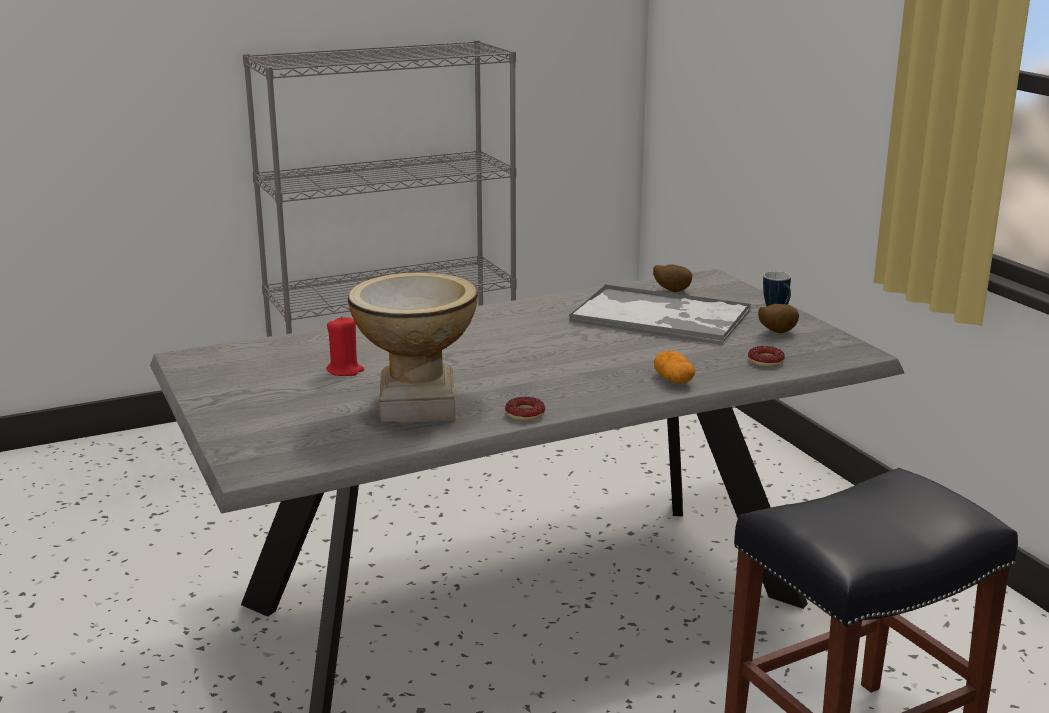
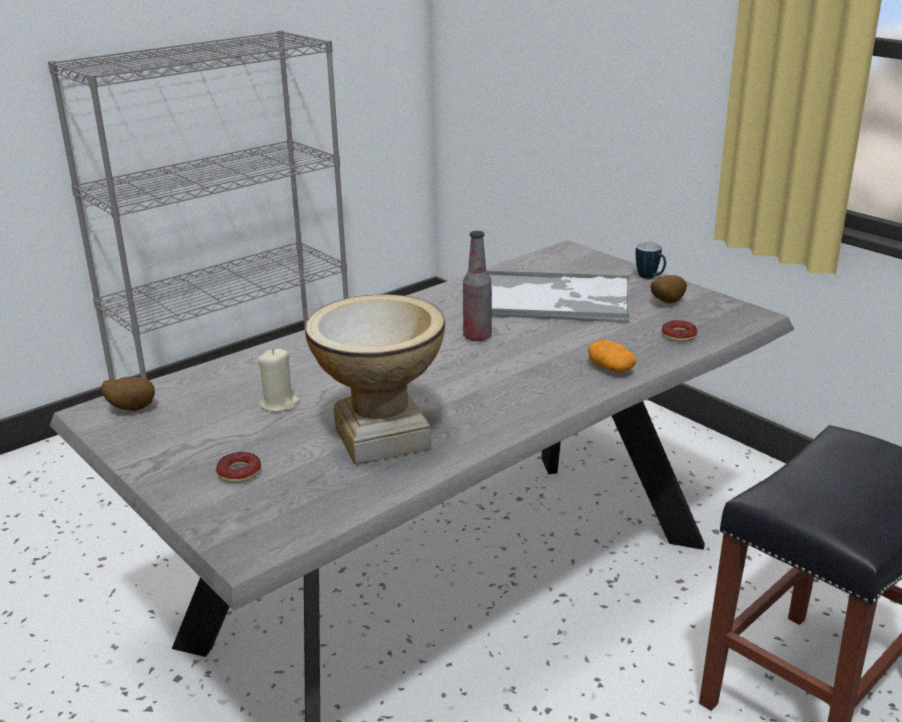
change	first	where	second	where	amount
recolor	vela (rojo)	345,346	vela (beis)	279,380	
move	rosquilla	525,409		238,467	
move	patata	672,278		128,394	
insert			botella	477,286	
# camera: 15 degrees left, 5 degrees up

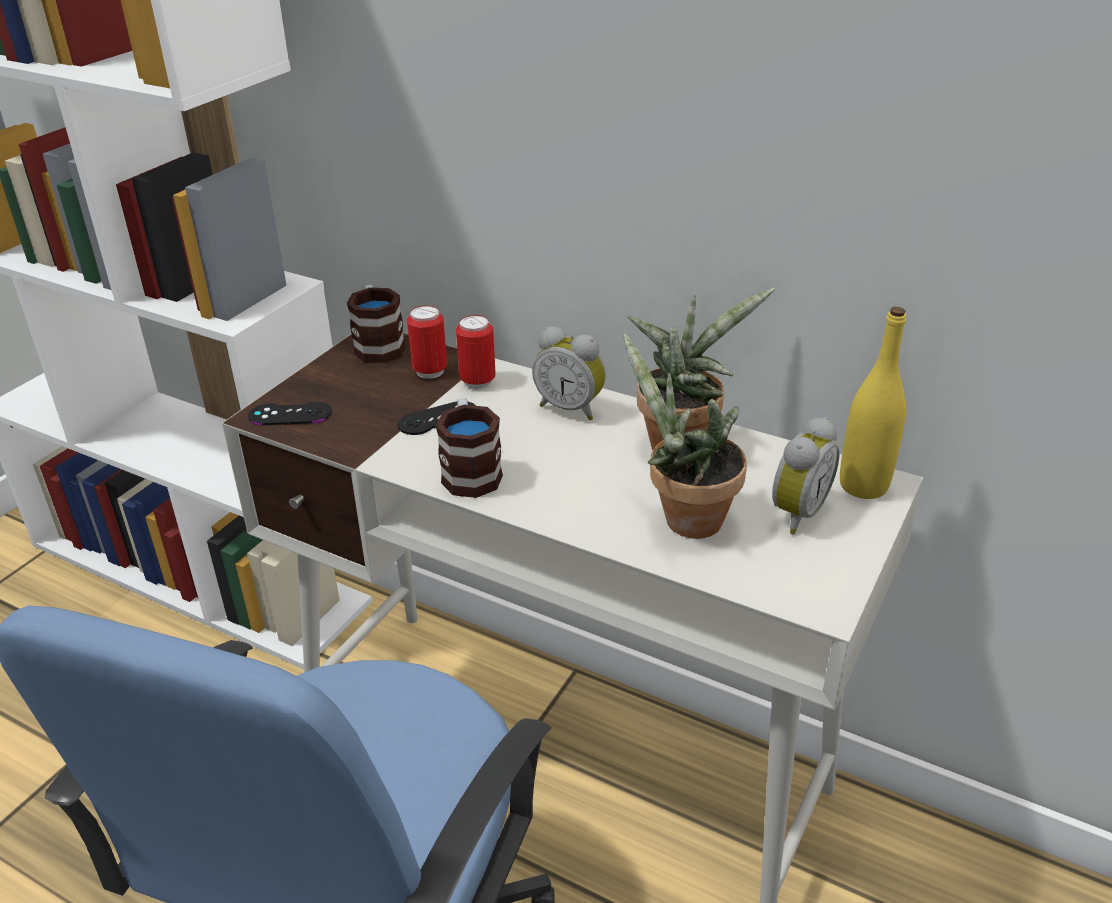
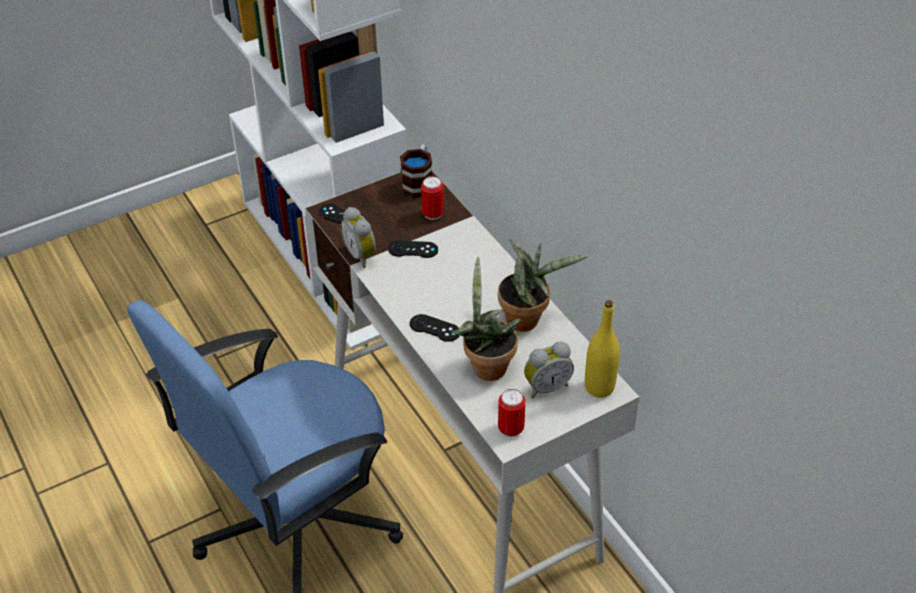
change	first	where	second	where	amount
delete	taza grande	469,448			
move	lata	476,352		512,413	
move	despertador	569,373		358,237	
insert			mando de consola (negro)	435,328	
# camera: 30 degrees right, 10 degrees up

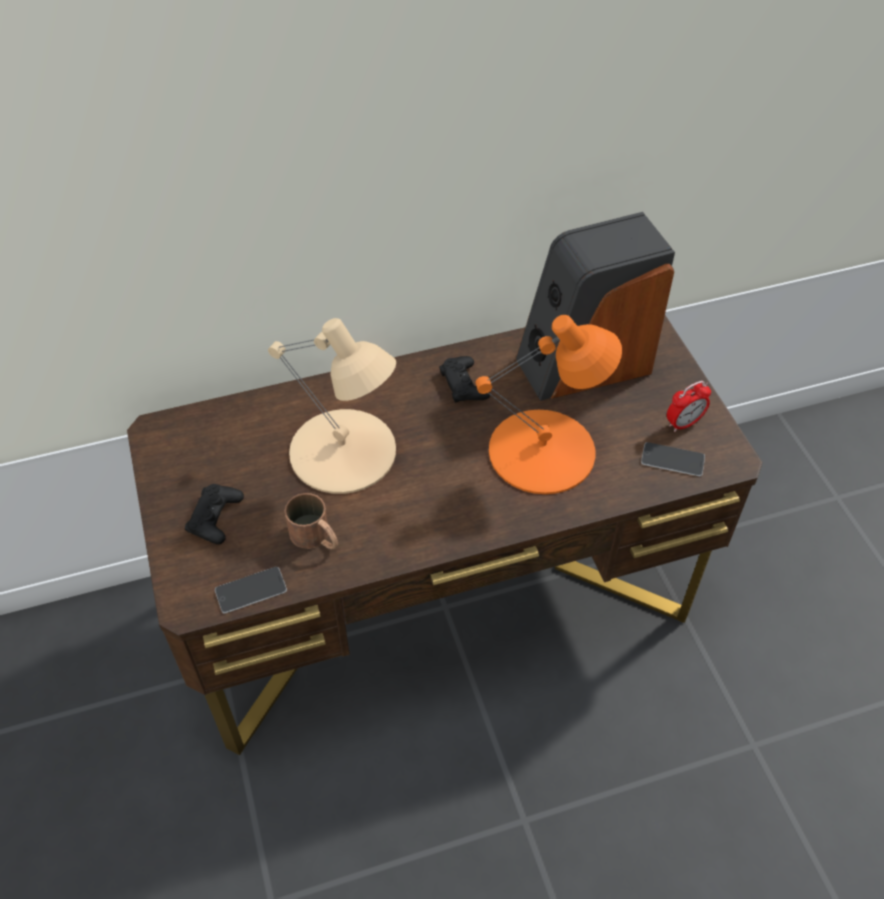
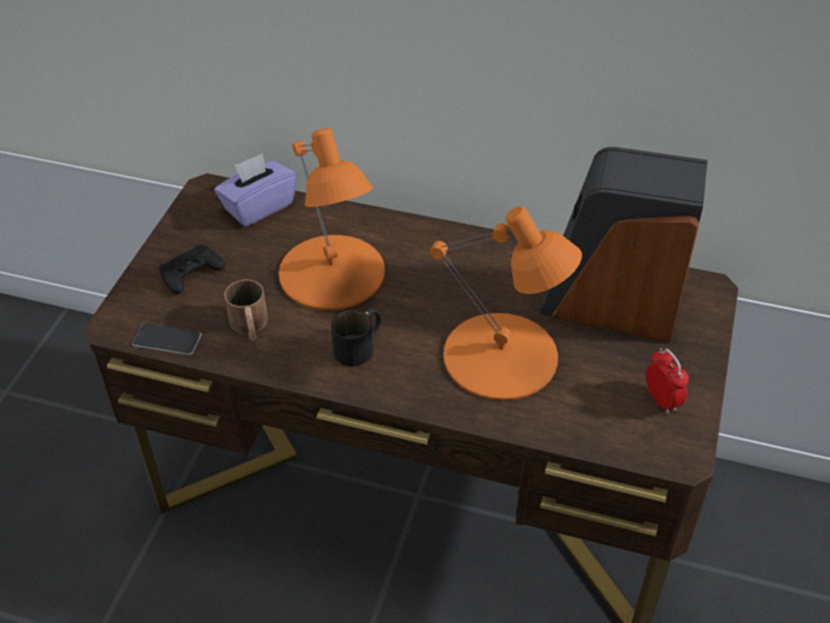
change	first	where	second	where	amount
recolor	lámpara de mesa (beis)	332,406	lámpara de mesa (naranja)	332,219	
delete	mando de consola (negro)	464,379			
delete	móvil	673,459			
rotate	despertador	689,406		667,381	120 degrees counterclockwise
insert			caja de pañuelos (morado)	255,190	
insert			taza grande (negro)	356,337	
# camera: 35 degrees right, 5 degrees down

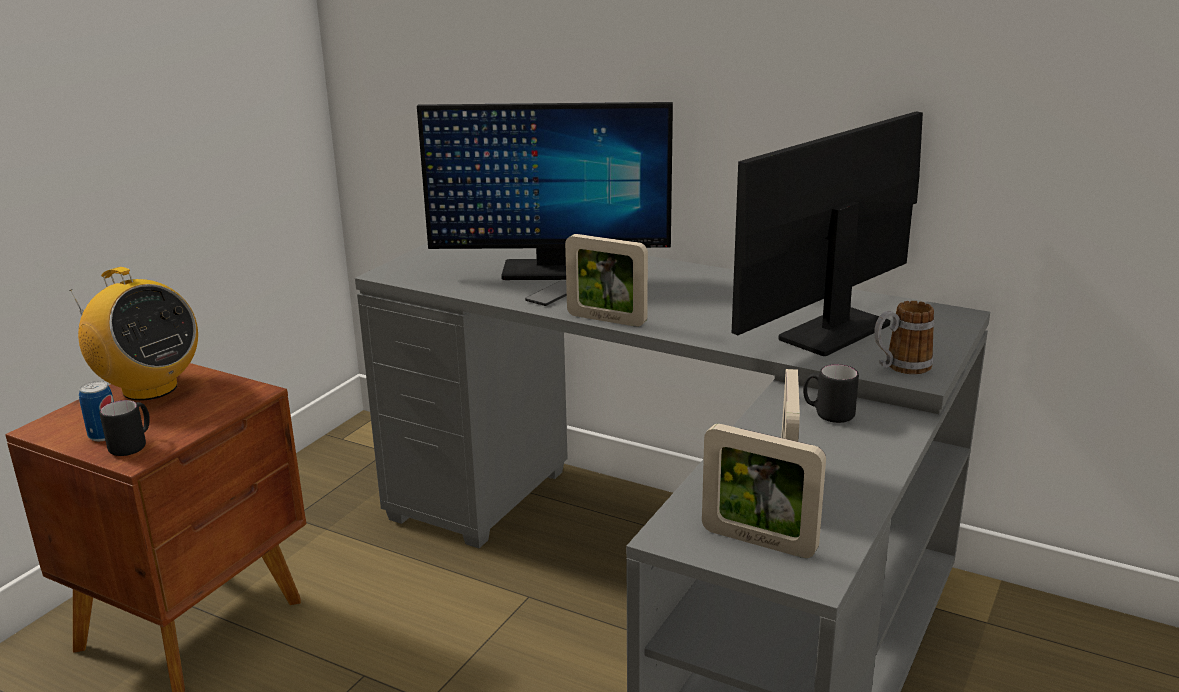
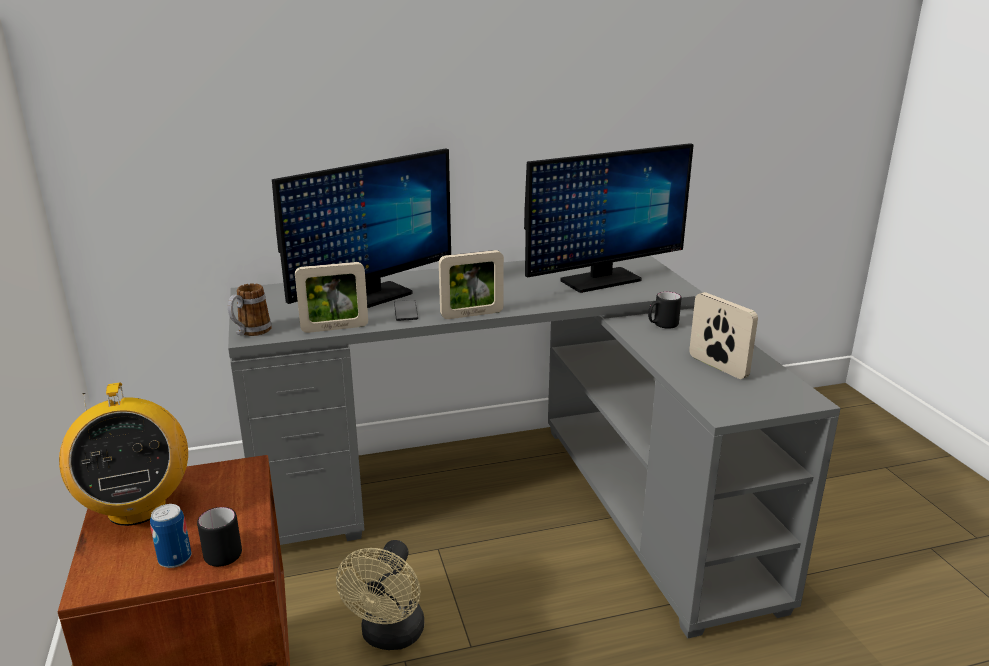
change	first	where	second	where	amount
rotate	radio	133,334		123,454	75 degrees clockwise
move	portarretratos	764,491		331,297	
rotate	monitor	827,233		609,218	120 degrees counterclockwise
move	taza grande	904,337		250,309	
insert			ventilador (beis)	380,595	
# camera: 45 degrees left, 0 degrees up

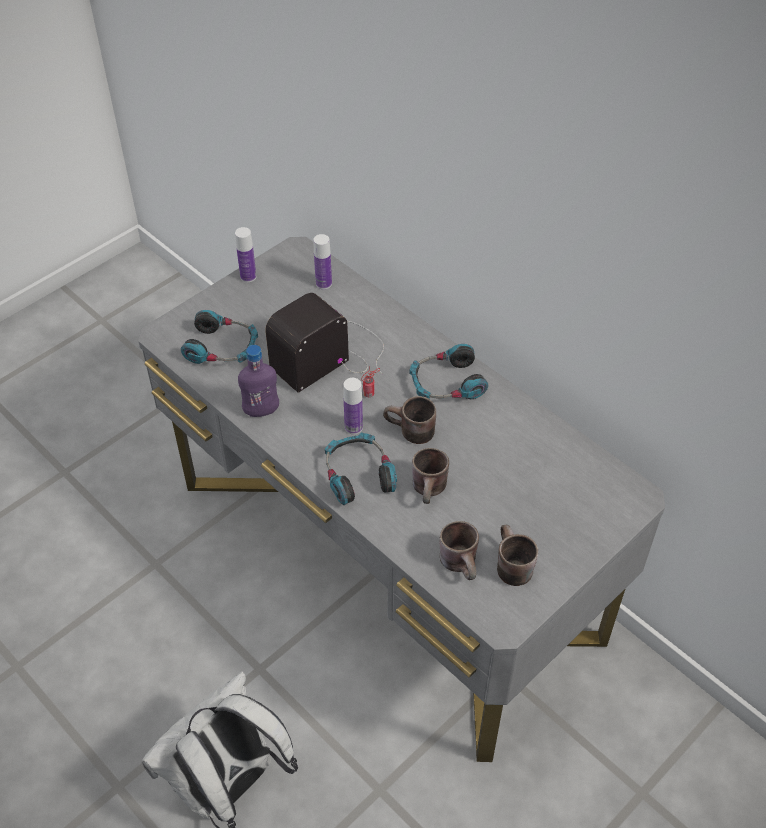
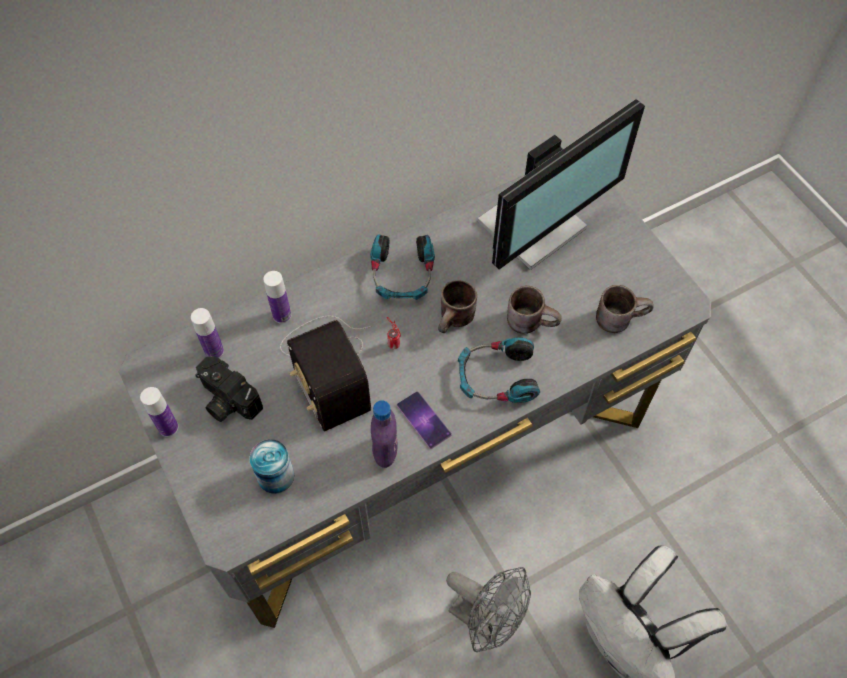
change	first	where	second	where	amount
replace	auriculares	219,337	lata	271,466	
move	botella	353,406		277,297	
delete	taza grande (marrón)	517,555			
insert			cámara	229,389	
insert			móvil	424,420	
insert			ventilador (gris)	488,609	
insert			monitor	561,184	
# camera: 75 degrees left, 10 degrees up

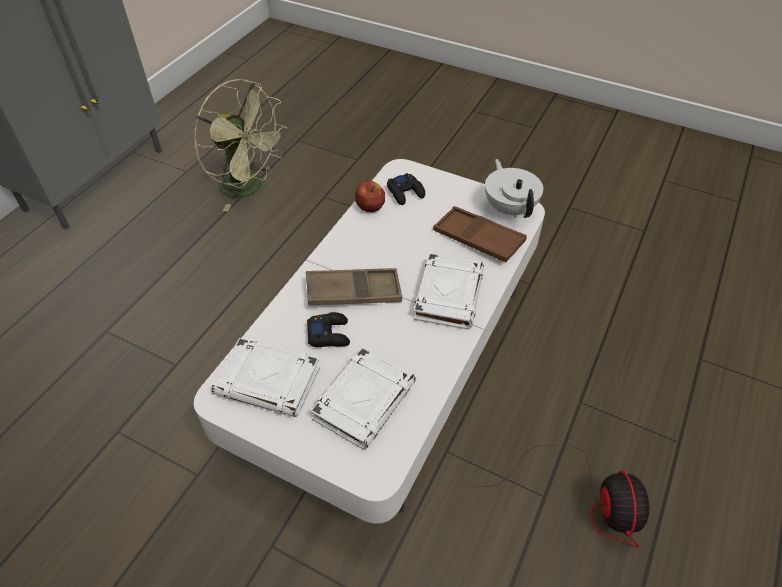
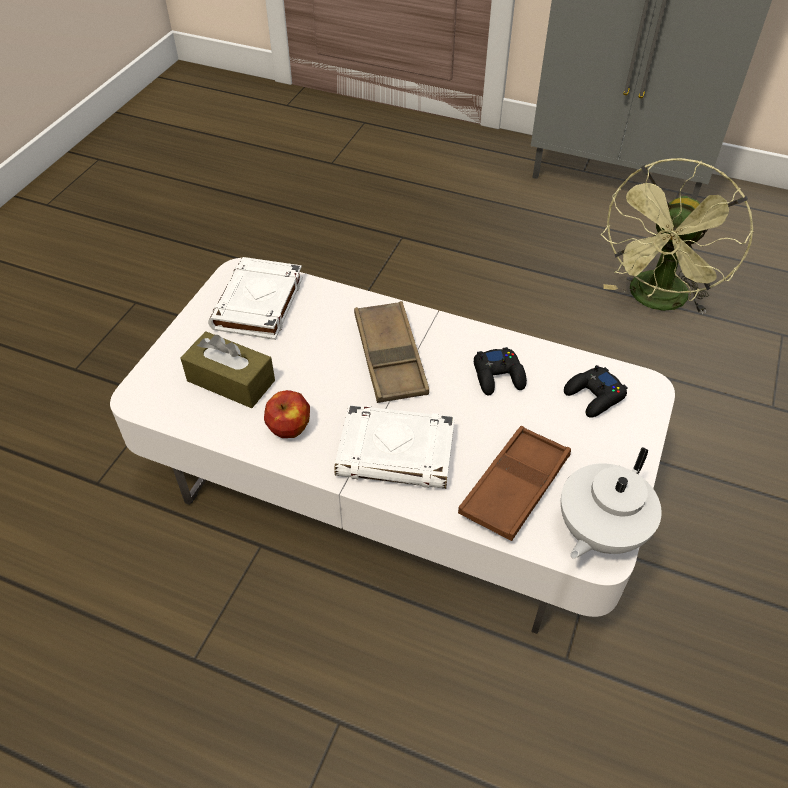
change	first	where	second	where	amount
move	mando de consola (negro)	328,329		500,371	
replace	libro (blanco)	363,398	caja de pañuelos (marrón)	228,369	
move	manzana	370,196		287,414	
delete	ventilador	562,496			
rotate	tetera (blanco)	514,188		611,503	150 degrees clockwise
# camera: 85 degrees right, 0 degrees up

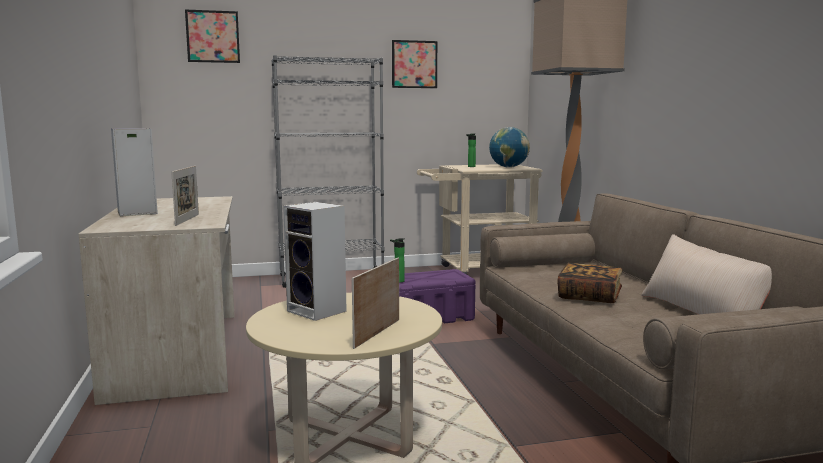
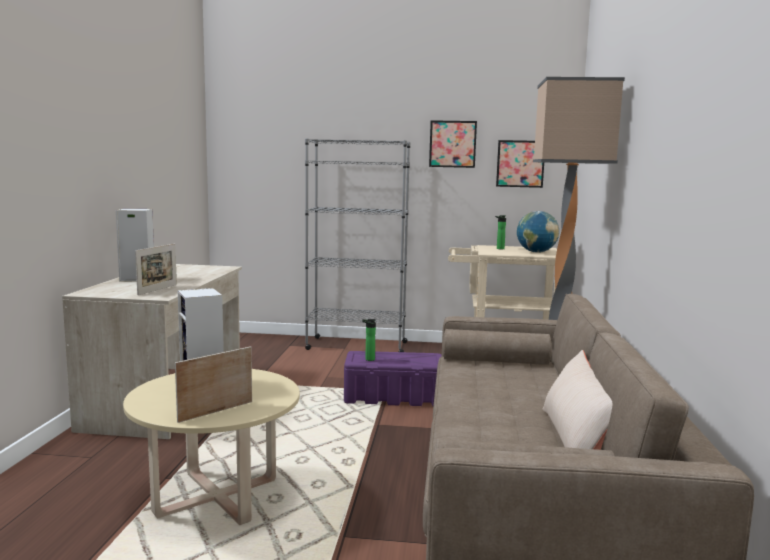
change	first	where	second	where	amount
move	cuadro	212,36		520,164	
delete	libro	589,283			
# camera: 20 degrees right, 0 degrees up

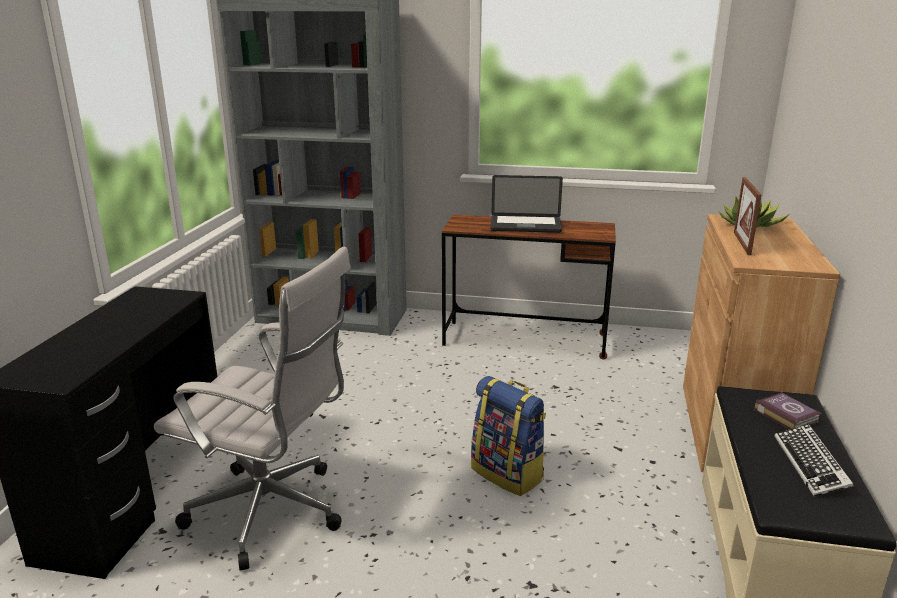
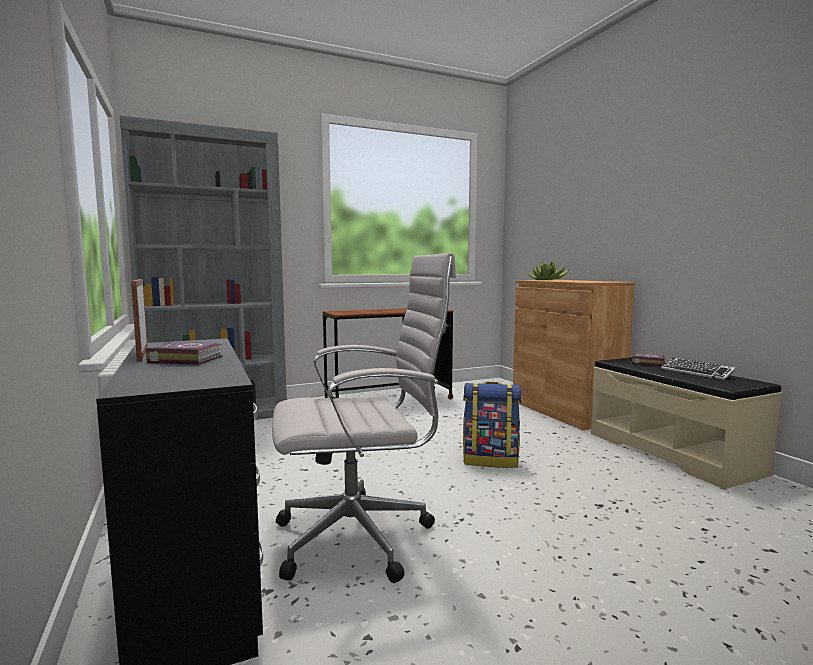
change	first	where	second	where	amount
delete	portátil	526,204			
move	portarretratos	747,216		139,320	
insert			libro	184,353	
# camera: 35 degrees left, 15 degrees down

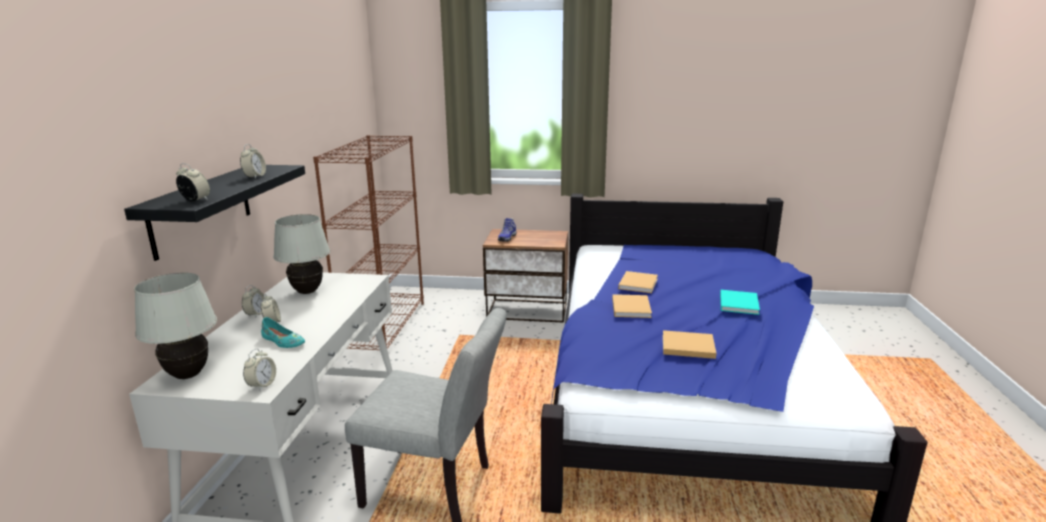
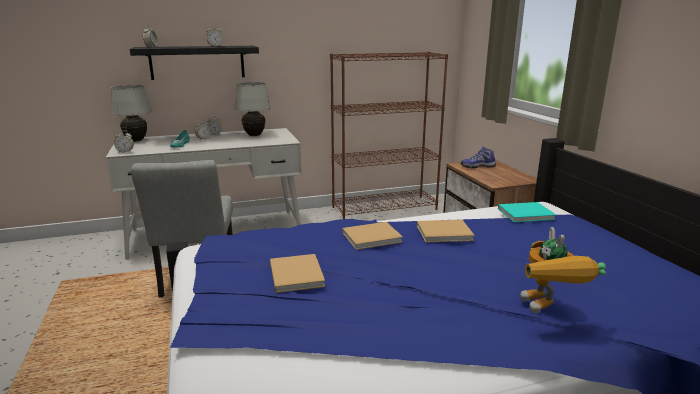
change	first	where	second	where	amount
move	libro (turquesa)	740,302		527,212	
insert			robot de juguete	563,270	
# camera: 65 degrees right, 0 degrees up

